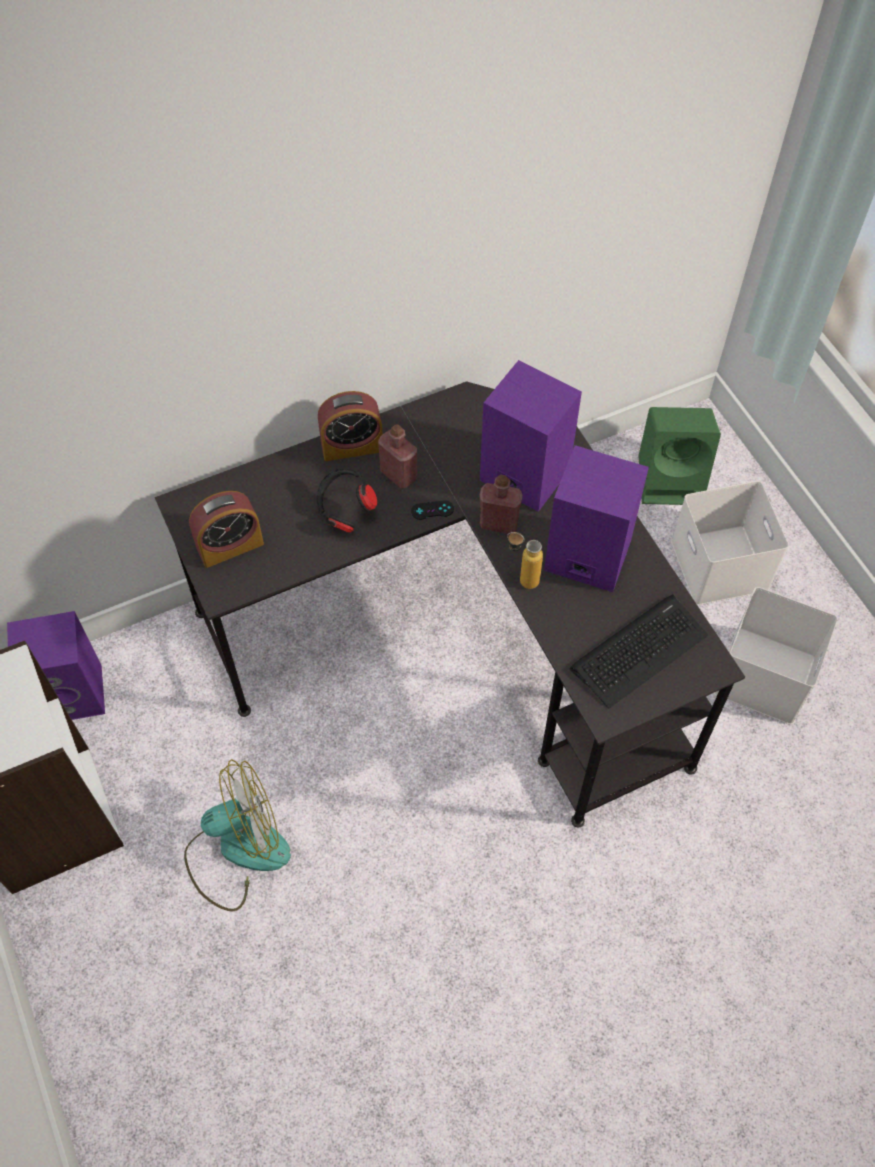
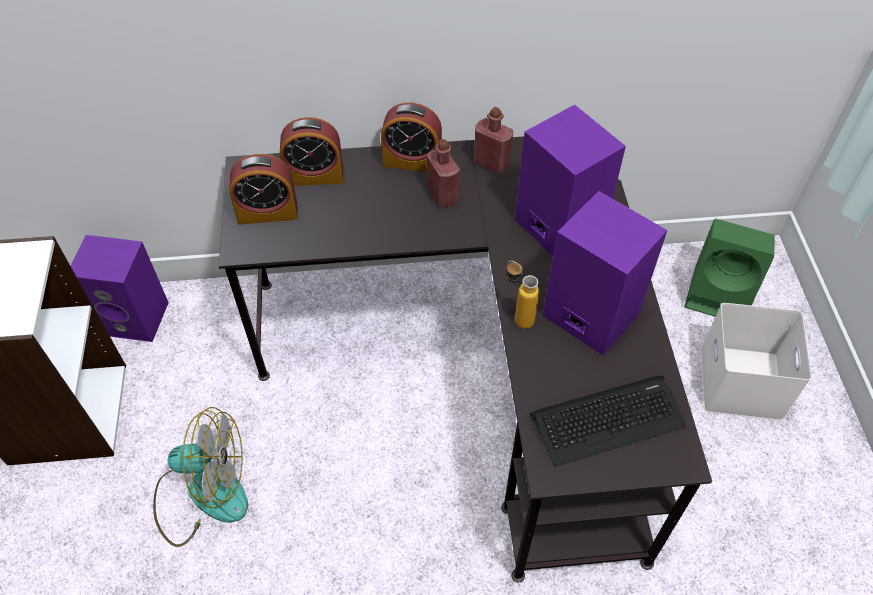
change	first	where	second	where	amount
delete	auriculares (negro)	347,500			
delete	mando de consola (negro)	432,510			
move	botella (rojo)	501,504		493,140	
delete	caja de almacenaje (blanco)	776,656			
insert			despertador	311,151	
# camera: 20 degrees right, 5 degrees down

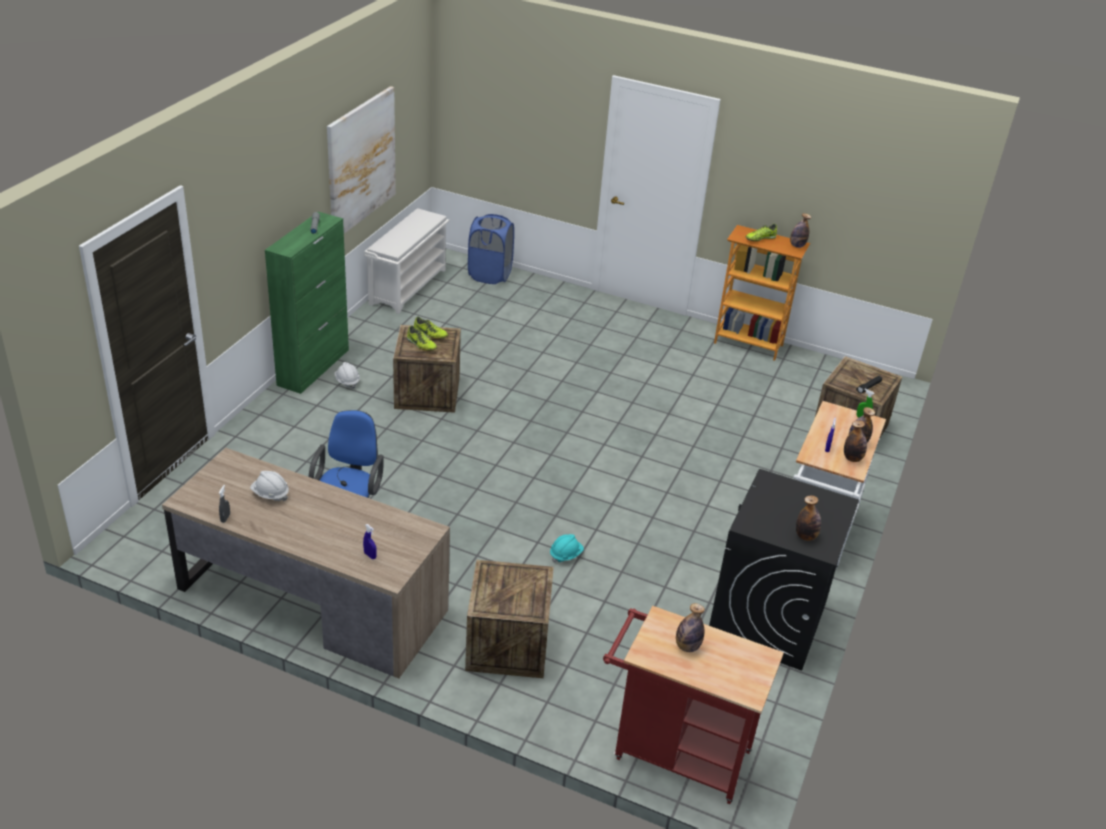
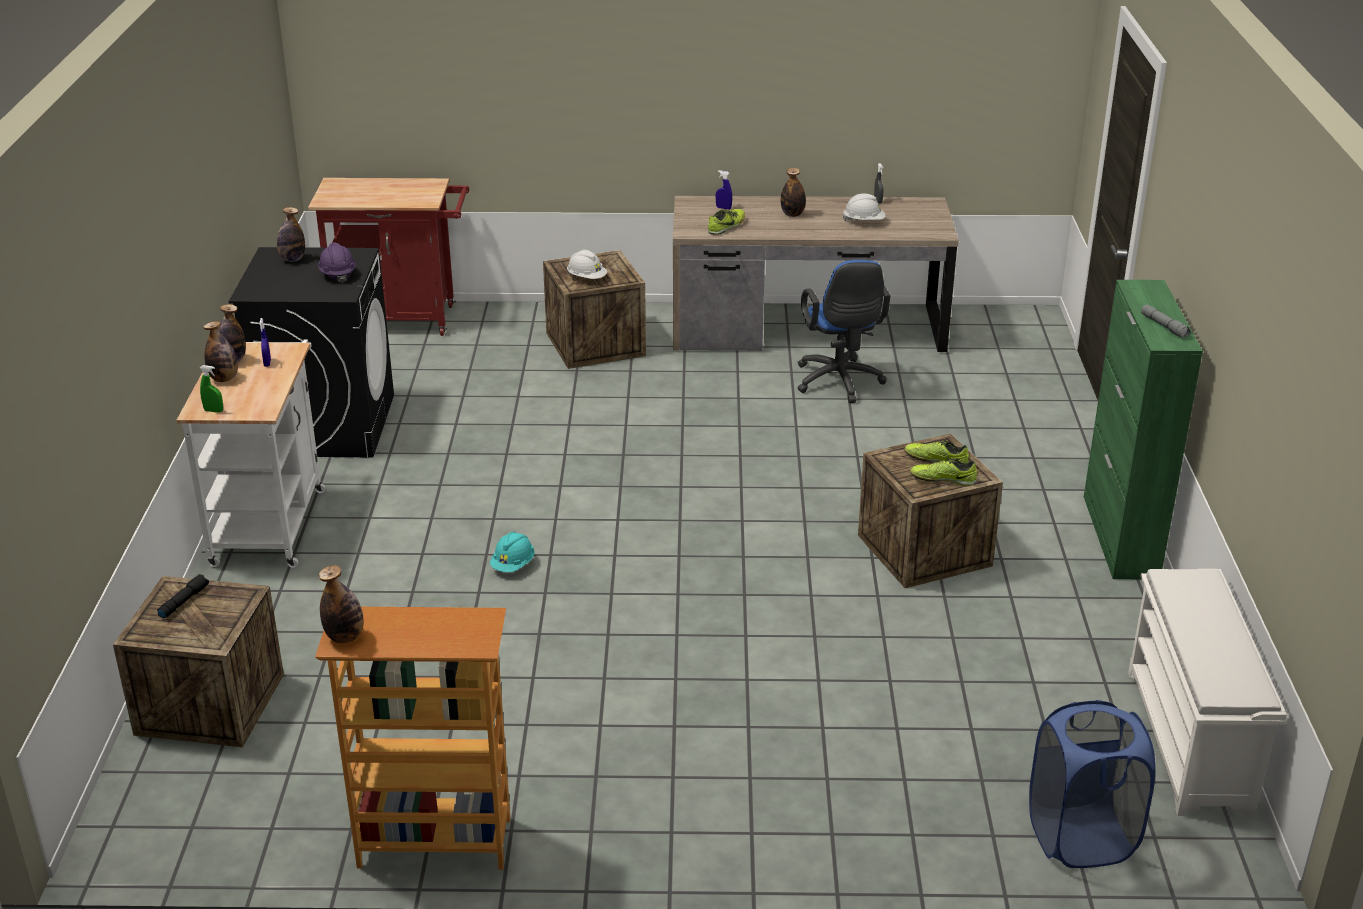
change	first	where	second	where	amount
delete	cuadro	361,160			
move	casco (blanco)	347,375		587,264	
move	casco (turquesa)	567,548		512,552	
move	botella	690,627		793,192	
move	zapato	761,232		726,222	
insert			casco (morado)	337,263	
# camera: 160 degrees right, 5 degrees down

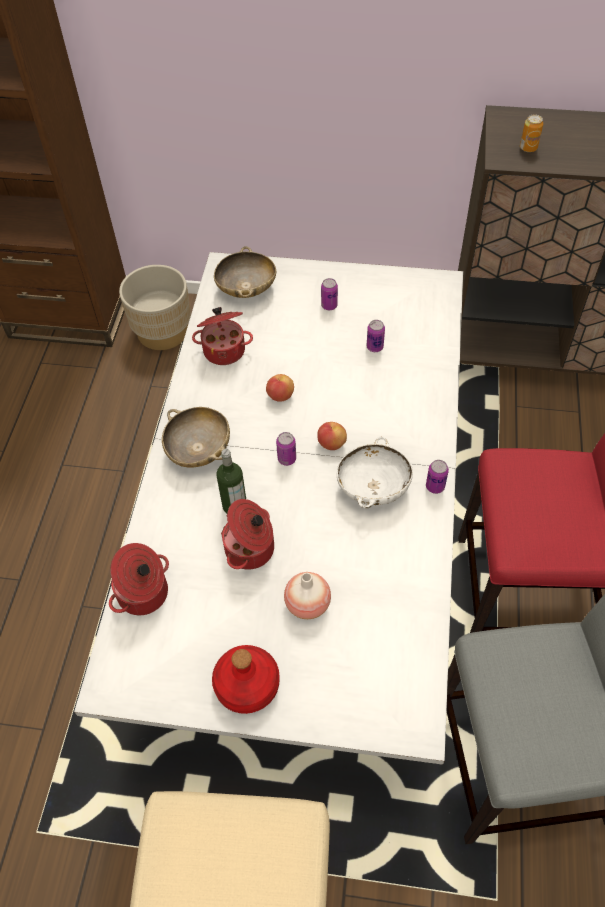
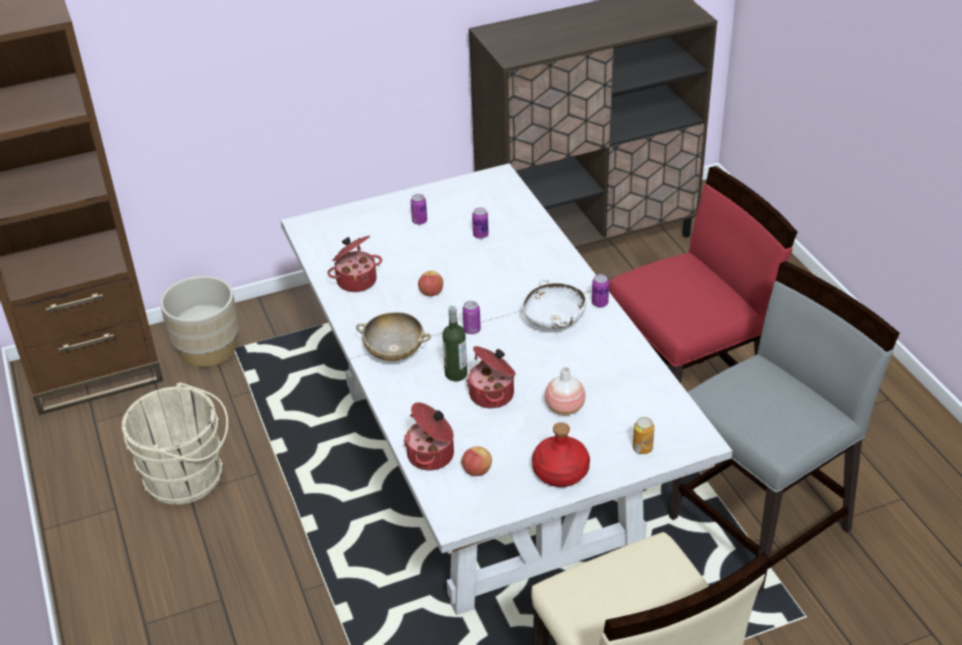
change	first	where	second	where	amount
delete	cuenco (beis)	245,272			
move	manzana	332,436		476,461	
move	lata	531,133		643,435	
insert			cubo (beis)	175,443	
# camera: 30 degrees left, 15 degrees down

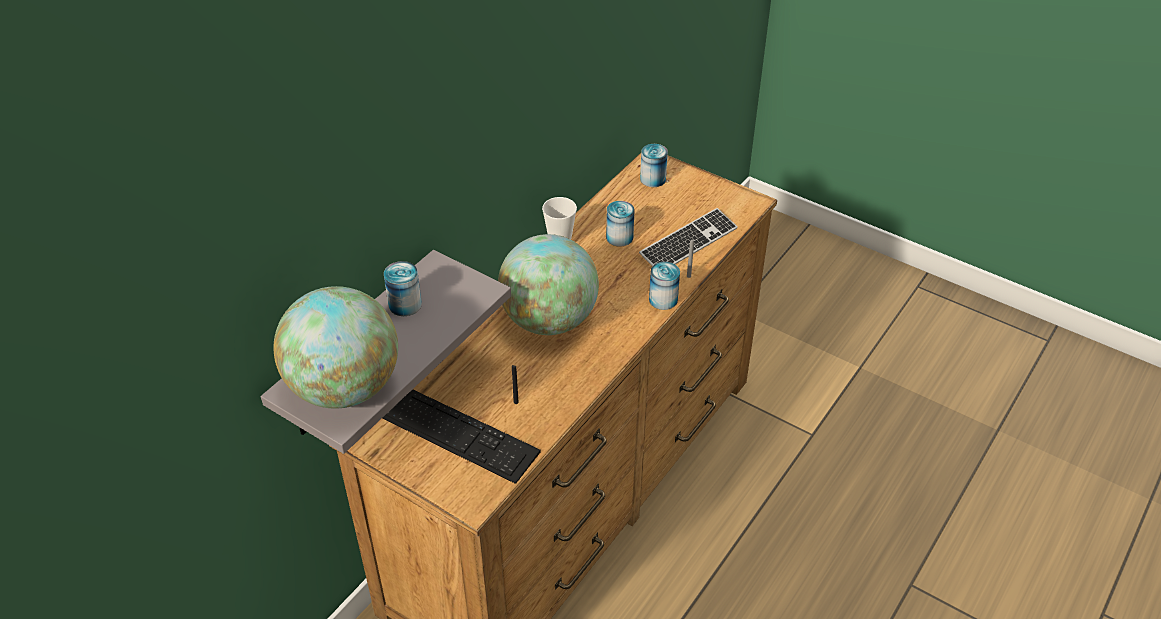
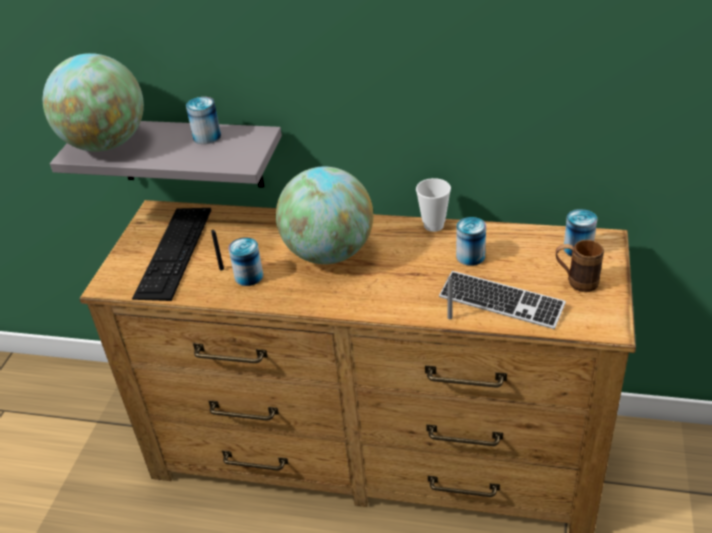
change	first	where	second	where	amount
move	lata	664,286		245,261	
insert			taza grande (marrón)	580,266	
# camera: 70 degrees right, 5 degrees down

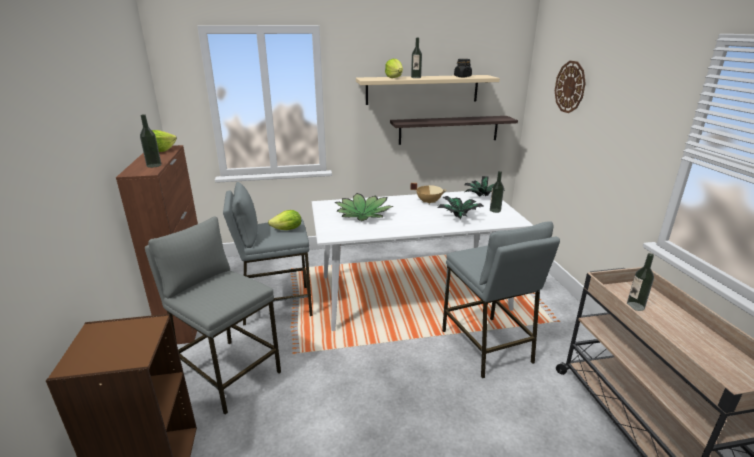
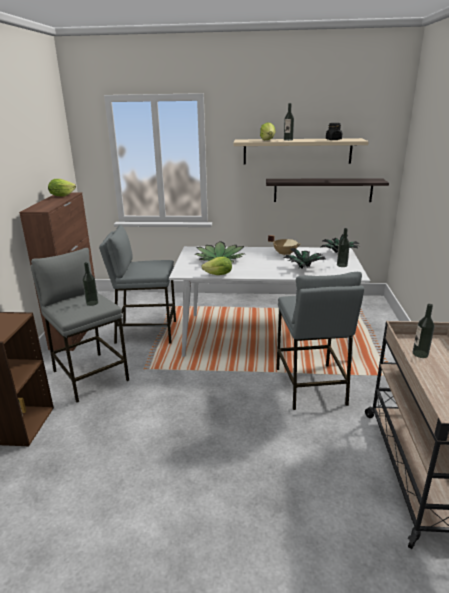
change	first	where	second	where	amount
move	botella	151,141		90,284	
move	lechuga	284,220		216,265	
delete	reloj de pared	570,87			
# camera: 15 degrees right, 0 degrees up

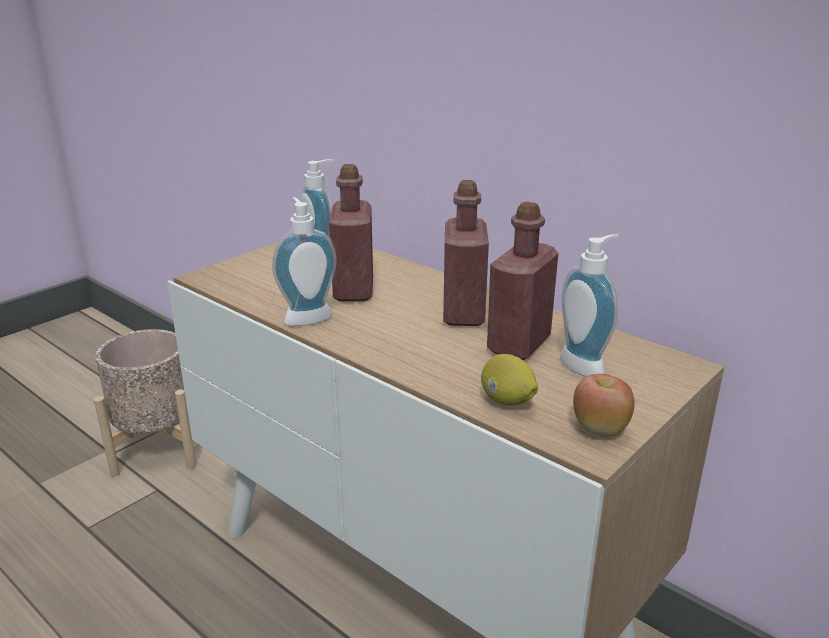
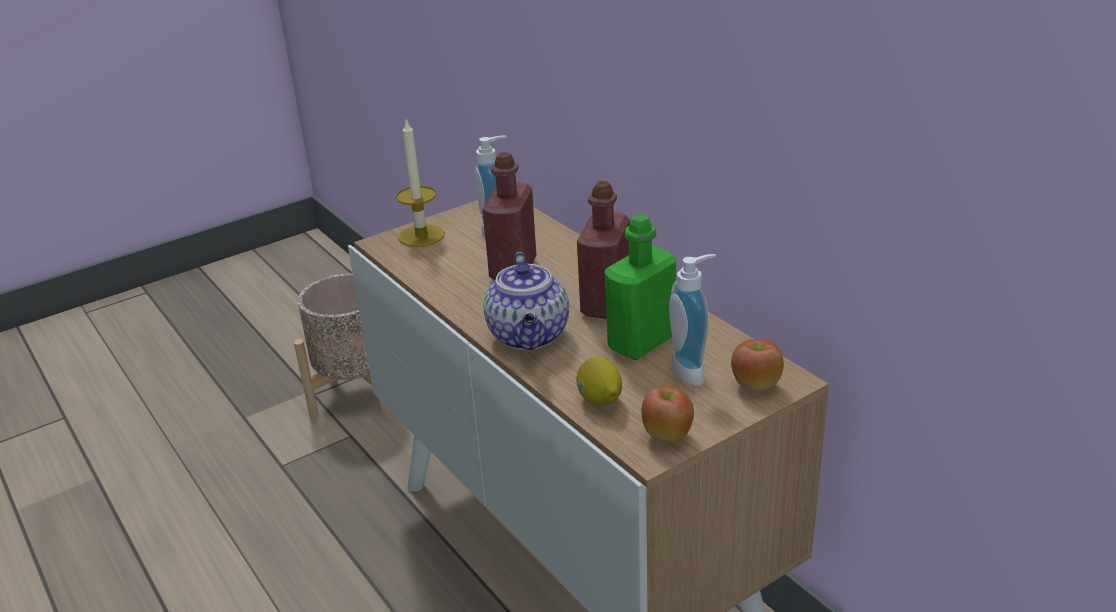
change	first	where	second	where	amount
delete	dispensador de jabón	304,261			
recolor	botella (rojo)	523,281	botella (verde)	640,287	
insert			vela	420,182	
insert			tetera	526,301	
insert			manzana	757,365	
# camera: 15 degrees right, 5 degrees up

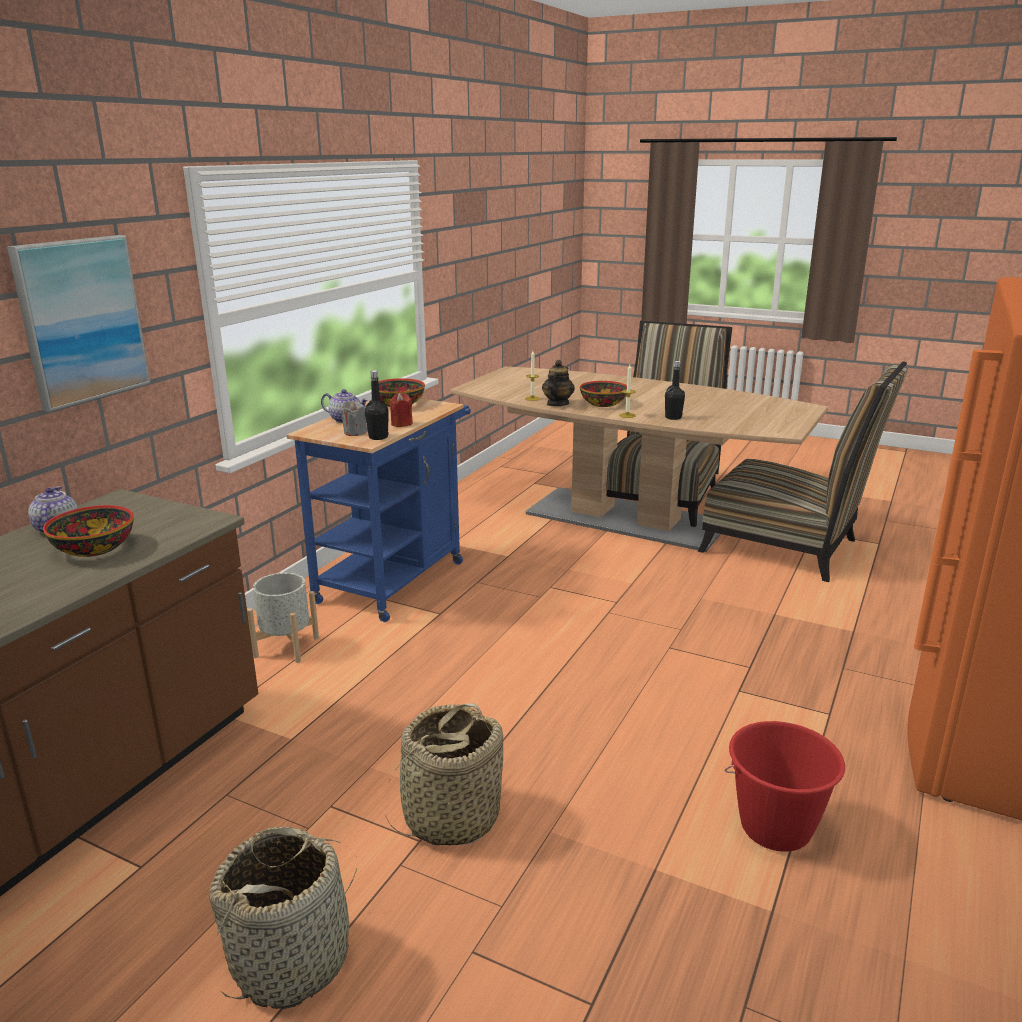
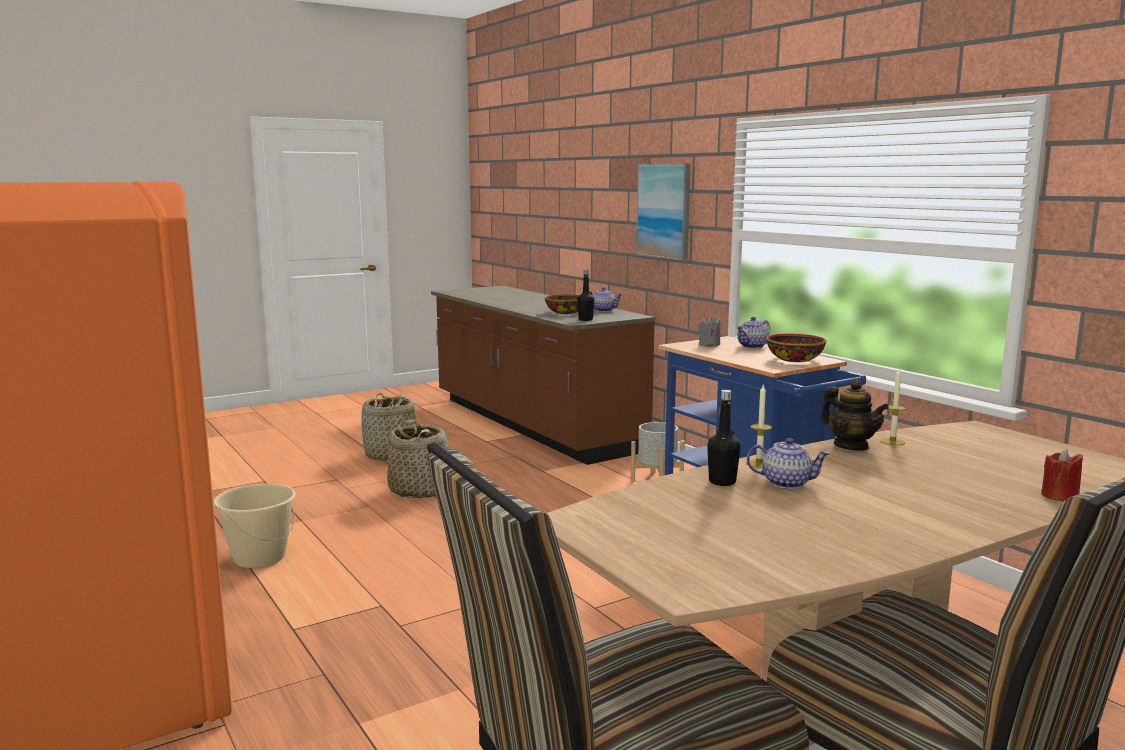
change	first	where	second	where	amount
move	botella (negro)	377,405		586,295	
move	vela (rojo)	401,410		1062,475	
delete	cuenco	603,394			
recolor	cubo (rojo)	785,786	cubo (beis)	254,526	
insert			tetera	788,463	
# camera: 120 degrees right, 10 degrees down

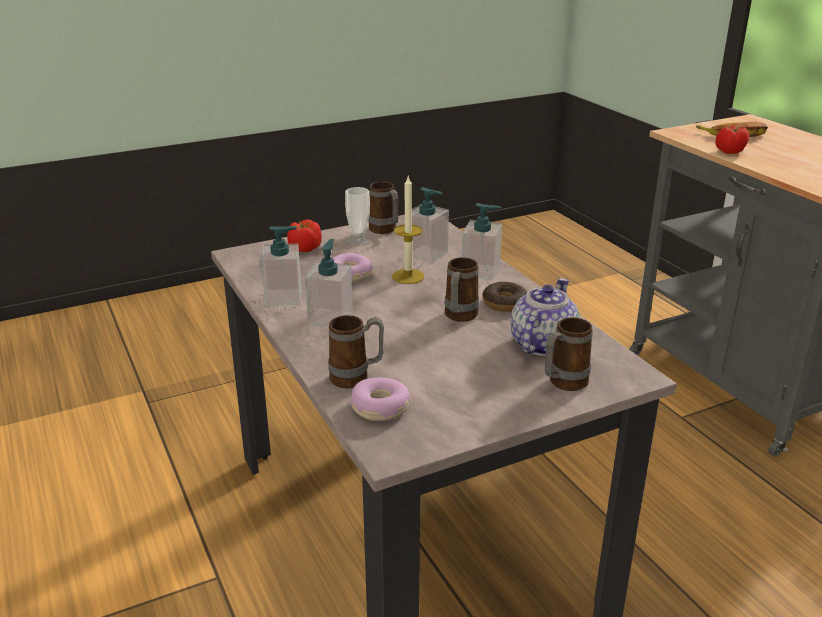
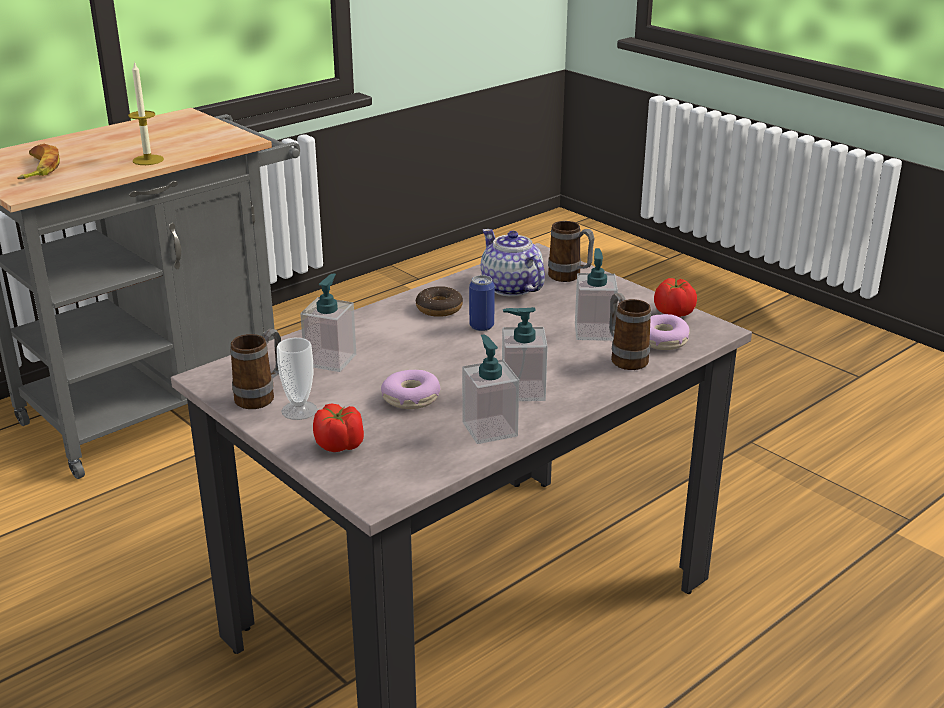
change	first	where	second	where	amount
move	vela	408,230		146,113	
replace	taza grande	461,289	lata	482,303	
move	dispensador de jabón	482,242		596,294	
rotate	tetera	545,317		513,263	45 degrees clockwise
move	tomate	732,140		675,297	
# camera: 105 degrees left, 0 degrees up

